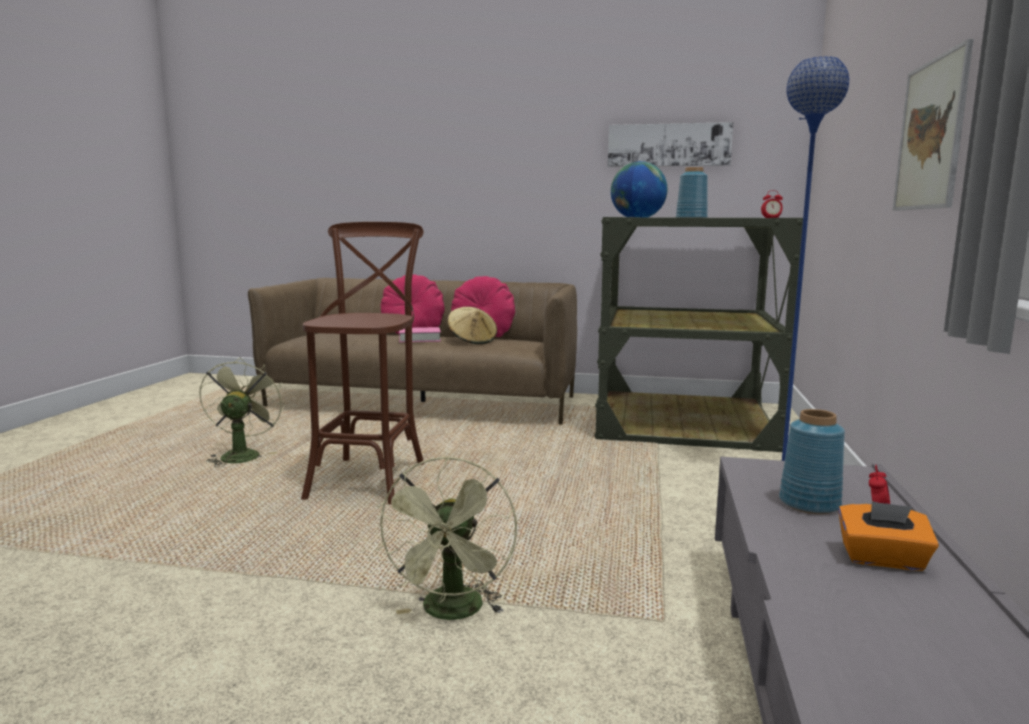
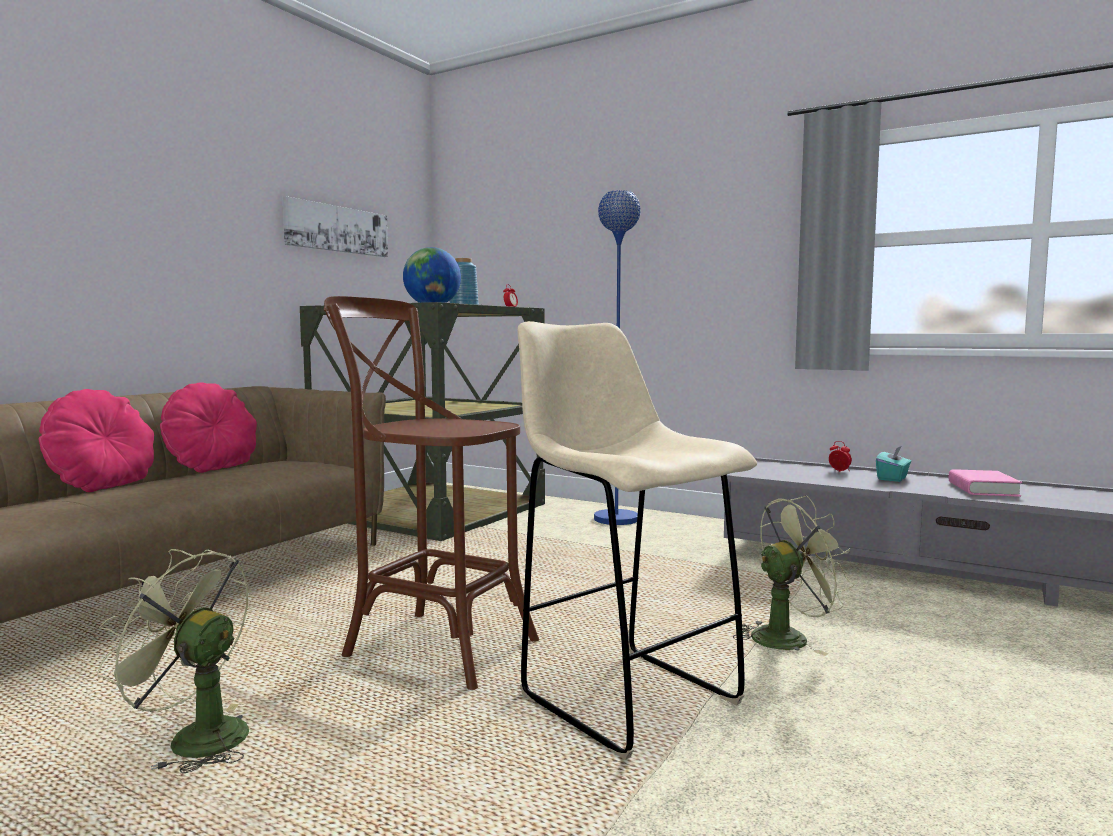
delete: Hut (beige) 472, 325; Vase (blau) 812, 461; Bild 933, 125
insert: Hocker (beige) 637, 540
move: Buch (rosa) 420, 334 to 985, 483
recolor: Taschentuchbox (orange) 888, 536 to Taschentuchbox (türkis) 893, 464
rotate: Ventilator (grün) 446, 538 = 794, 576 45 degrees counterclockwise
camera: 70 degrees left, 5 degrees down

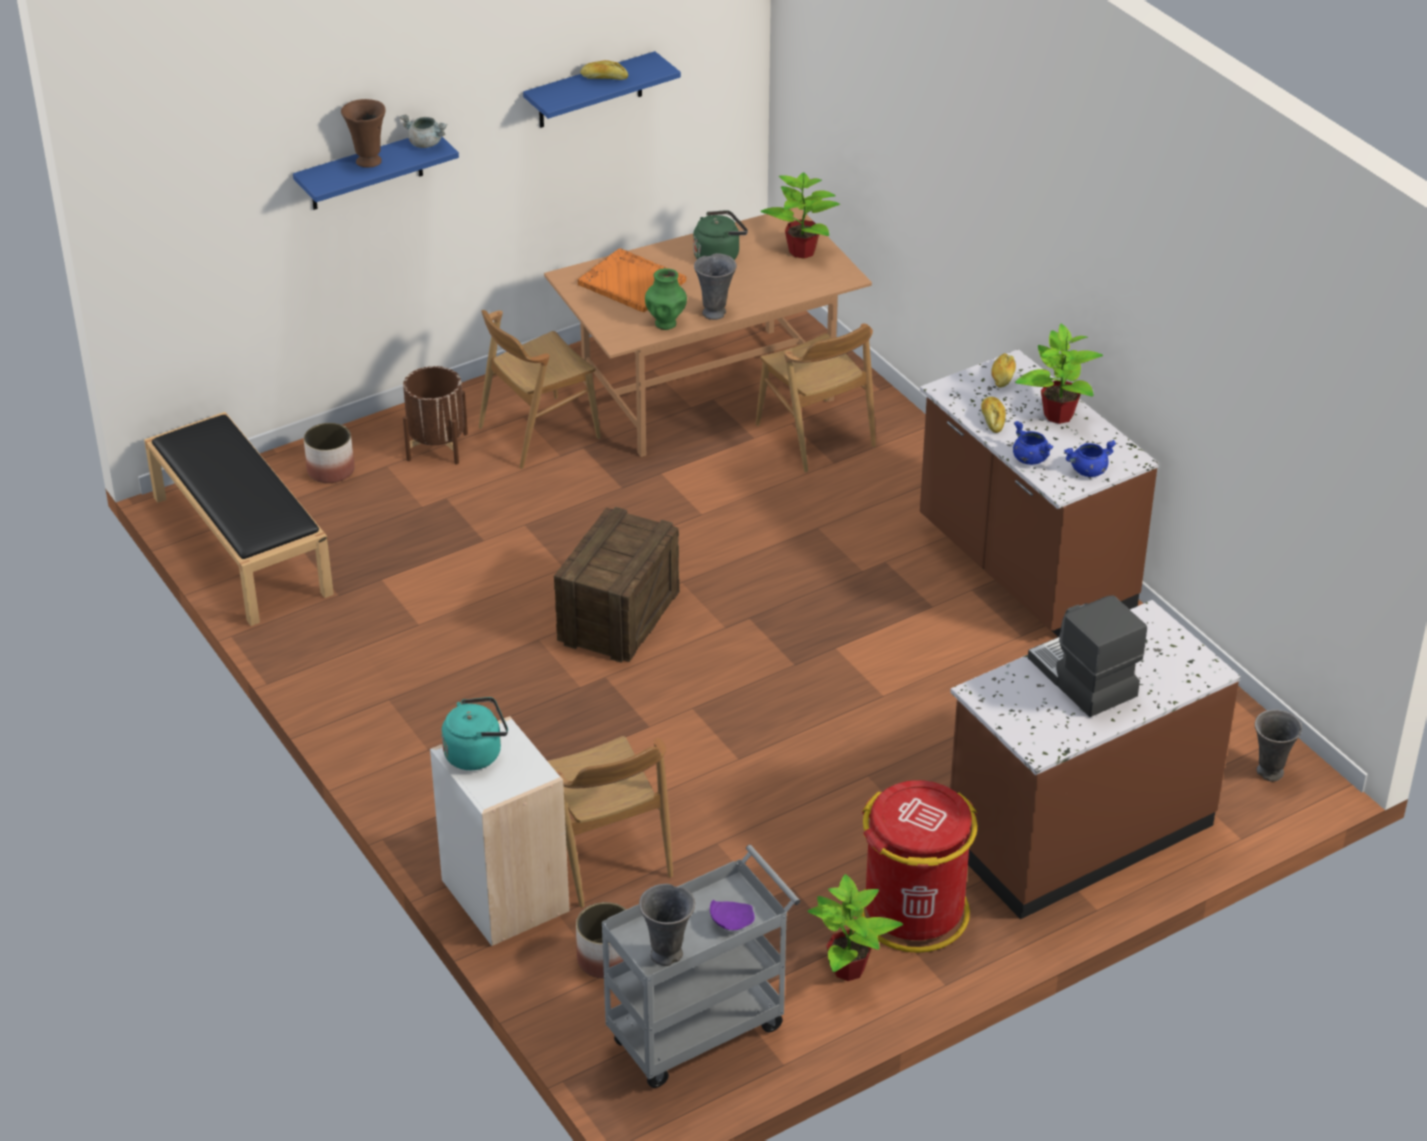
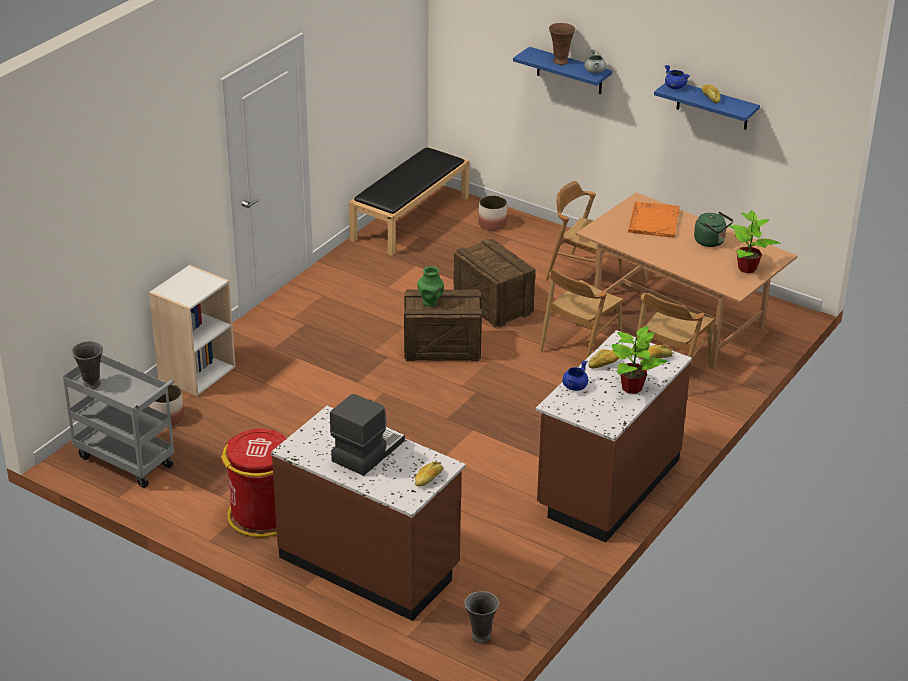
delete: Pflanzkübel (braun) 435, 415; Wasserkessel (türkis) 474, 733; Vase (grau) 715, 286; Teller (lila) 732, 915; Topfpflanze 855, 927
insert: Brot 429, 474; Kiste 495, 282
move: Stuhl (braun) 610, 821 to 581, 314; Vase (grün) 666, 299 to 430, 286; Kochtopf (blau) 1090, 458 to 677, 77
camera: 65 degrees right, 5 degrees down

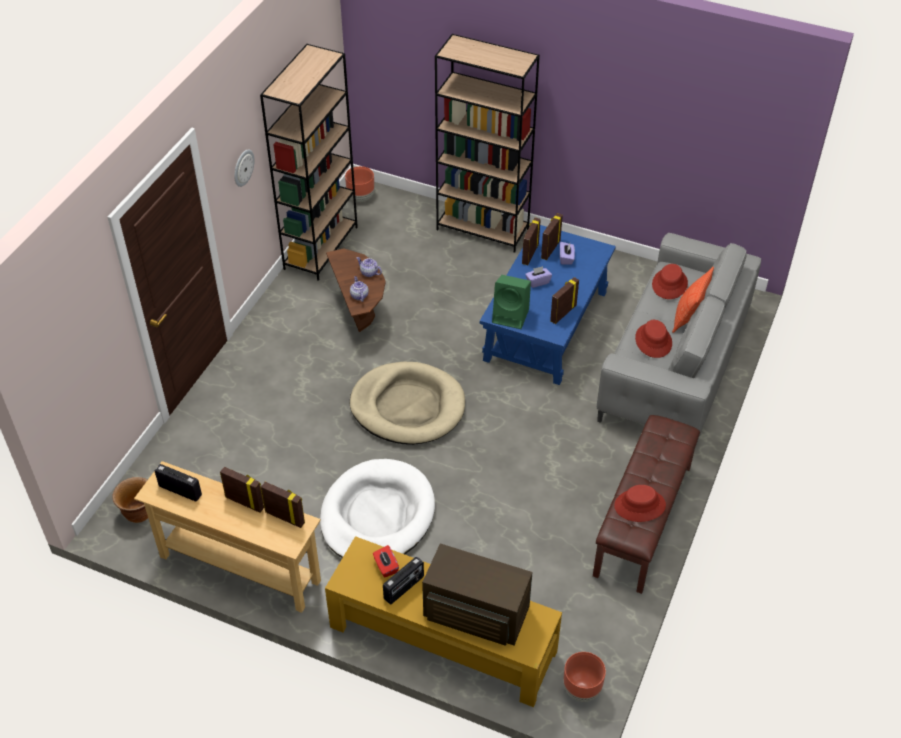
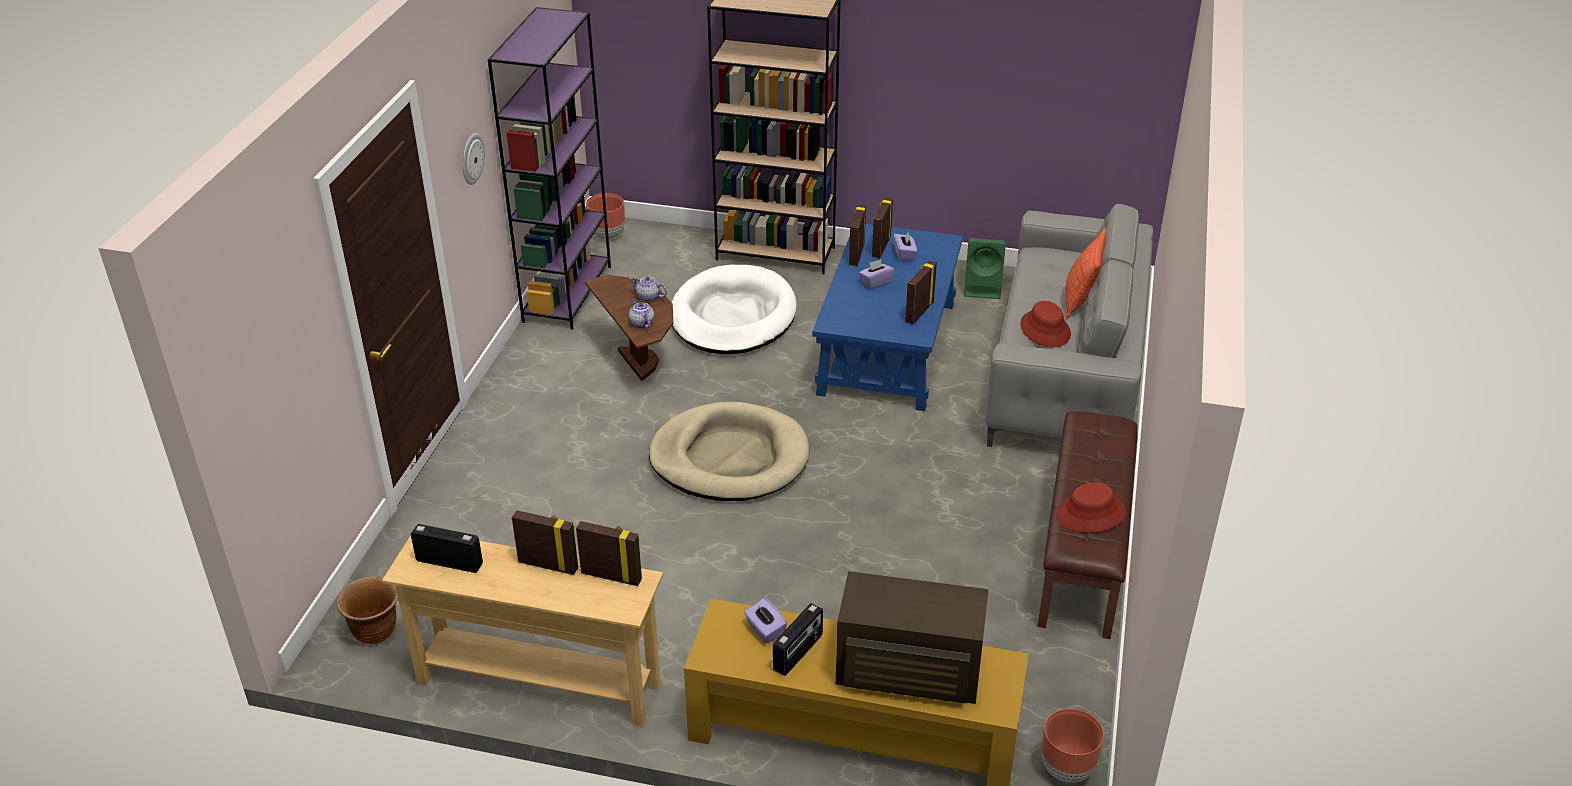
delete: Hut (rot) 670, 281
move: Hundebett (weiß) 377, 508 to 734, 309; Lautsprecher (grün) 511, 302 to 985, 268
recolor: Bücherregal (beige) 309, 162 to Bücherregal (lila) 549, 168; Taschentuchbox (rot) 386, 561 to Taschentuchbox (lila) 765, 620
camera: 10 degrees left, 10 degrees down

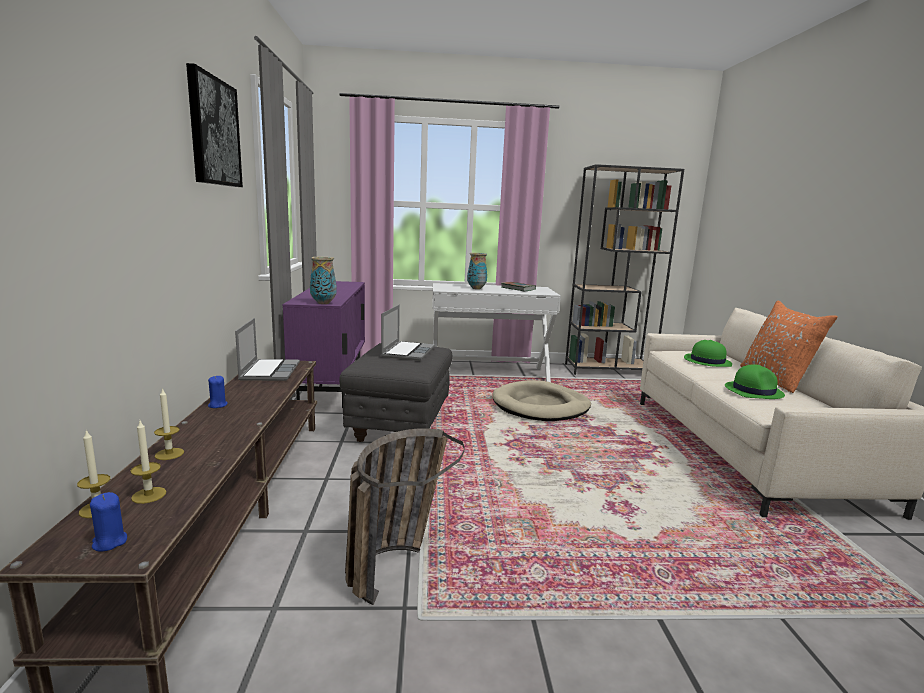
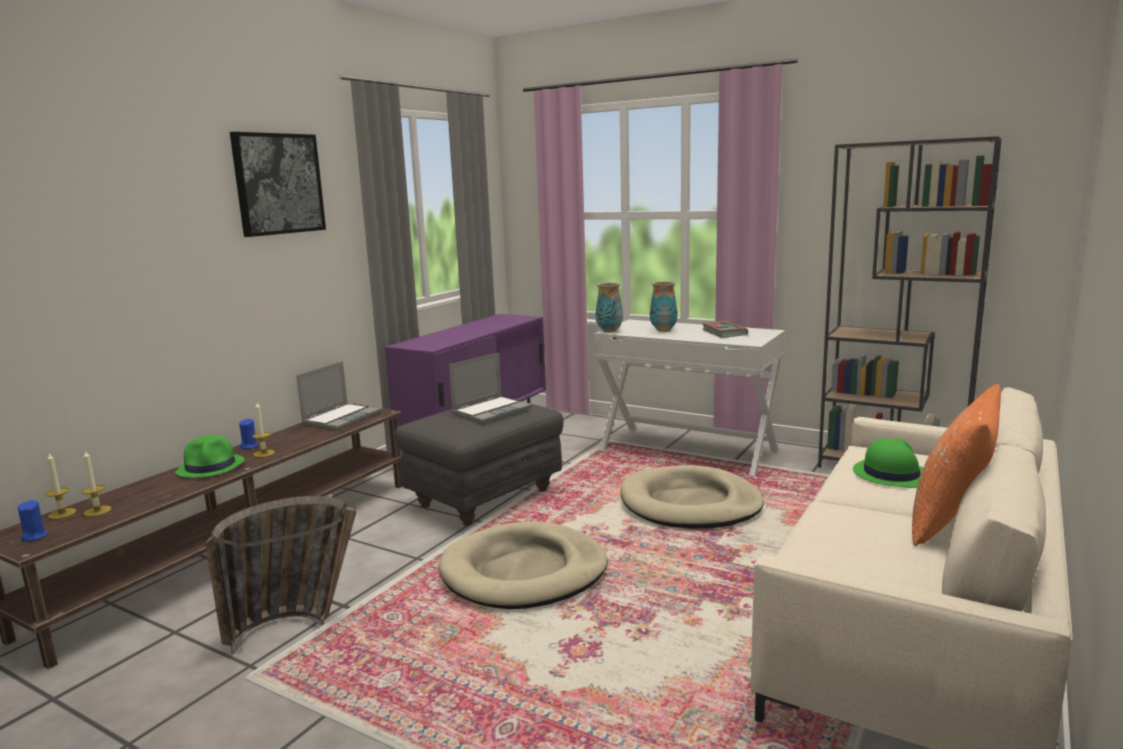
insert: Hundebett (beige) 523, 565
move: Kerze 169, 424 to 263, 430; Vase 323, 280 to 609, 307; Hut (grün) 755, 381 to 210, 456
camera: 35 degrees right, 0 degrees up

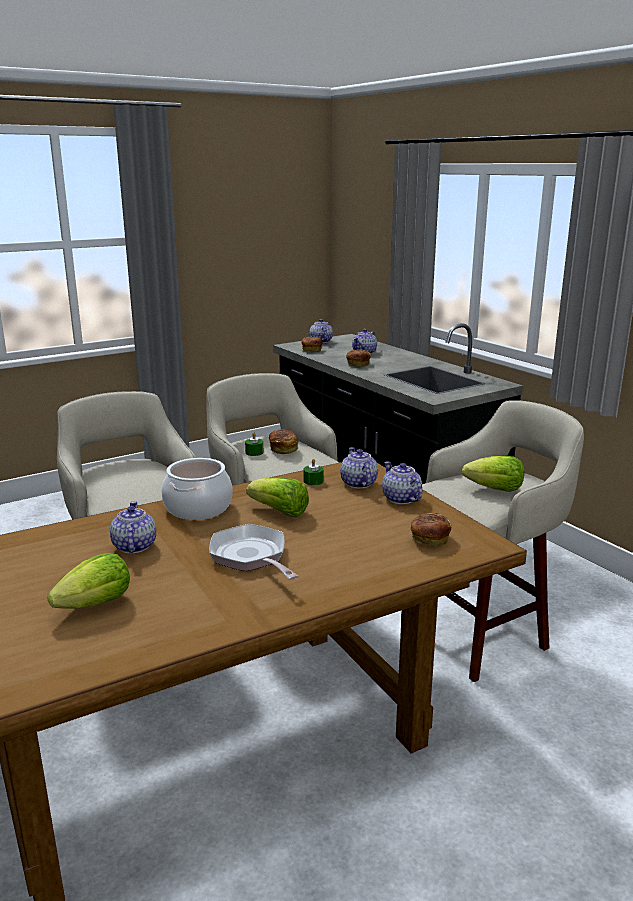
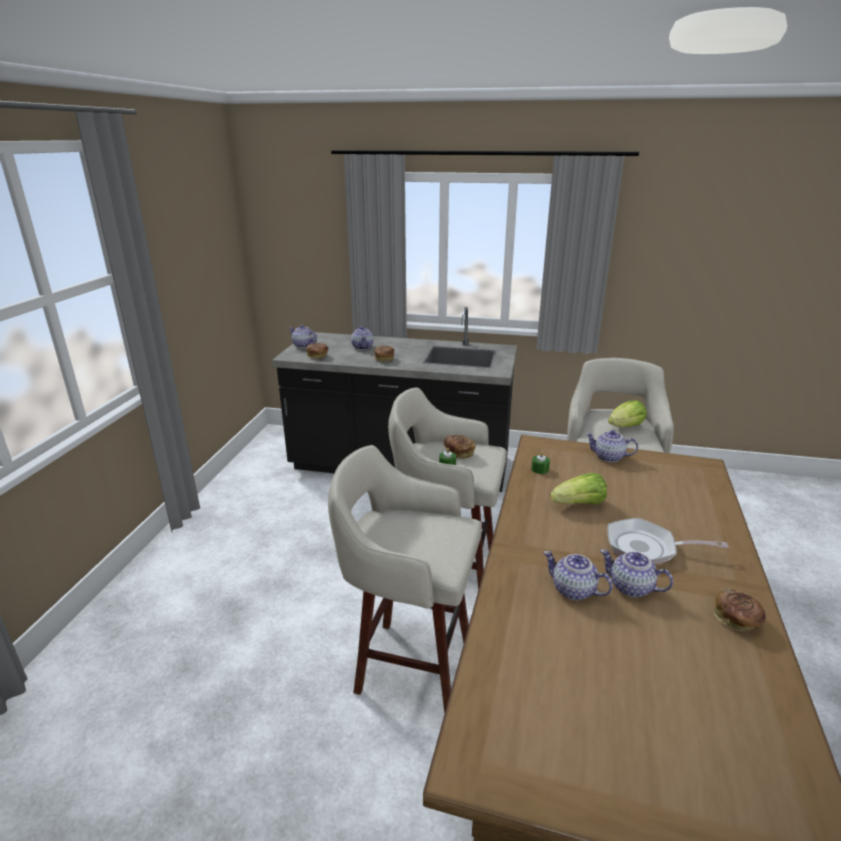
delete: Salatkopf 88, 581; Kochtopf 197, 489
move: Teekanne 359, 468 to 636, 573; Brot 431, 529 to 740, 610
camera: 45 degrees left, 5 degrees up

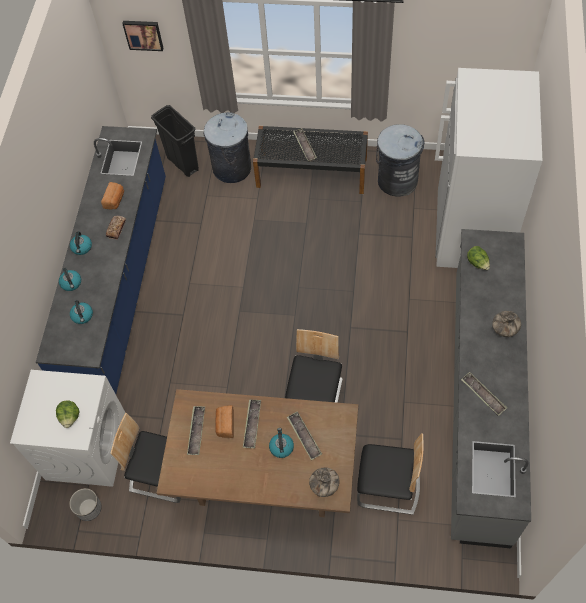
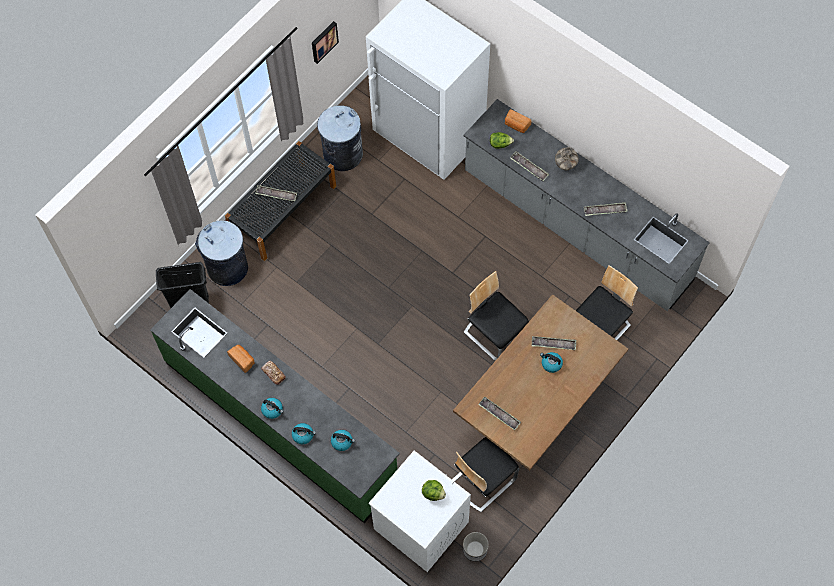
delete: Vase 324, 482
move: Bild 143, 36 to 325, 42; Brot 224, 421 to 518, 121; Tablett 252, 423 to 529, 166
recolor: Küchenzeile (blau) 101, 260 to Küchenzeile (grün) 275, 406
camera: 60 degrees left, 5 degrees up

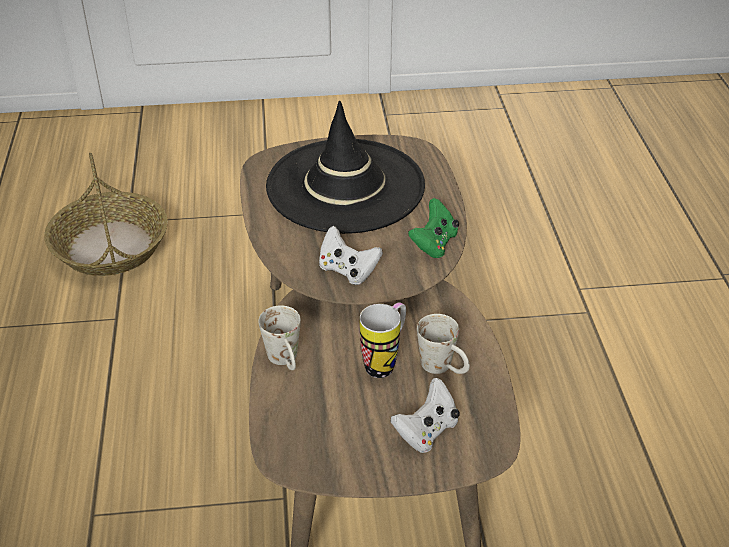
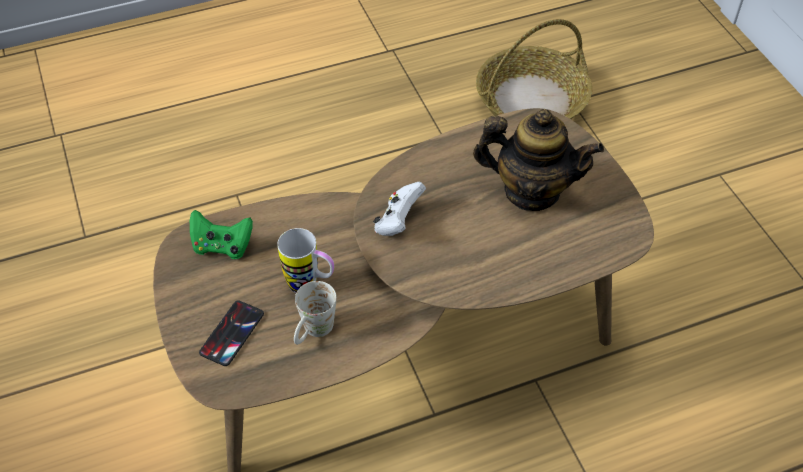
delete: Henkelbecher (weiß) 279, 337
move: Gamepad (grün) 433, 228 to 221, 234
replace: Hut (schwarz) 345, 167 to Teekanne 538, 160; Gamepad (weiß) 425, 415 to Handy 231, 333
camera: 75 degrees right, 10 degrees up

